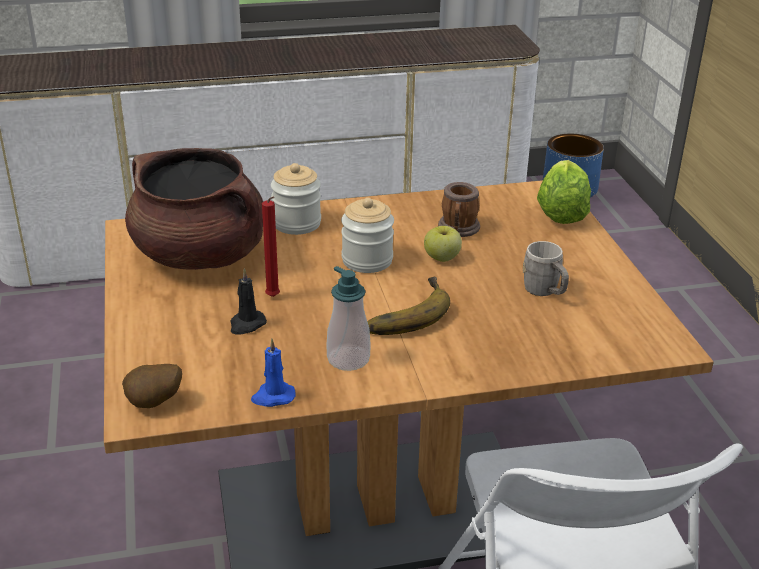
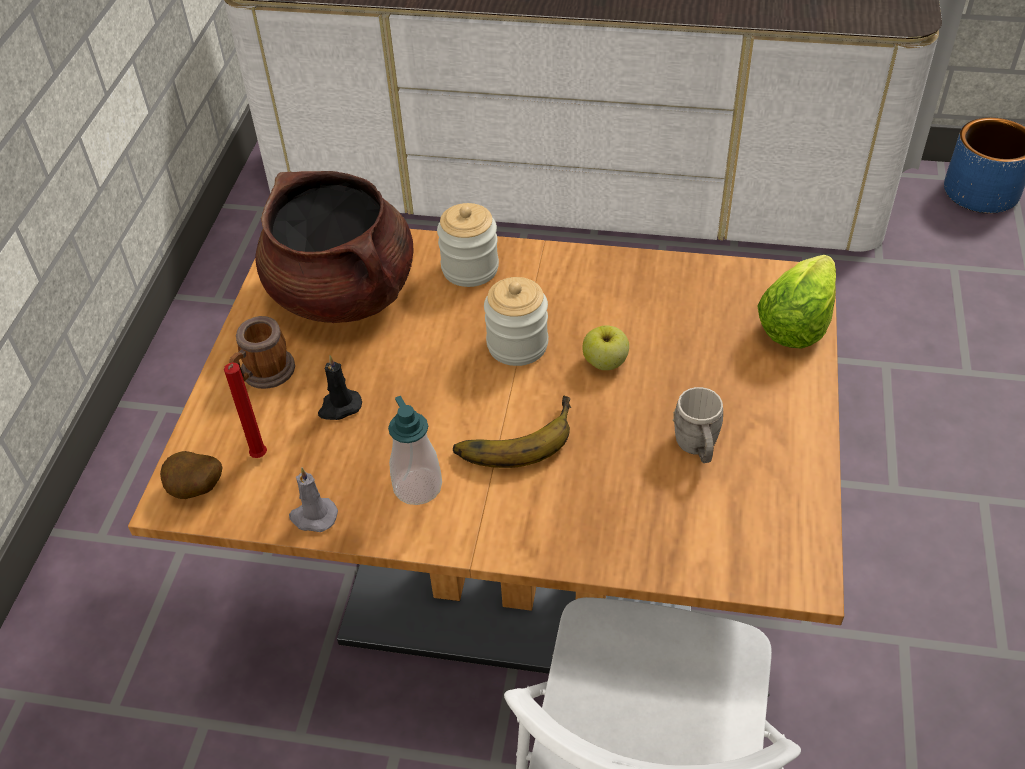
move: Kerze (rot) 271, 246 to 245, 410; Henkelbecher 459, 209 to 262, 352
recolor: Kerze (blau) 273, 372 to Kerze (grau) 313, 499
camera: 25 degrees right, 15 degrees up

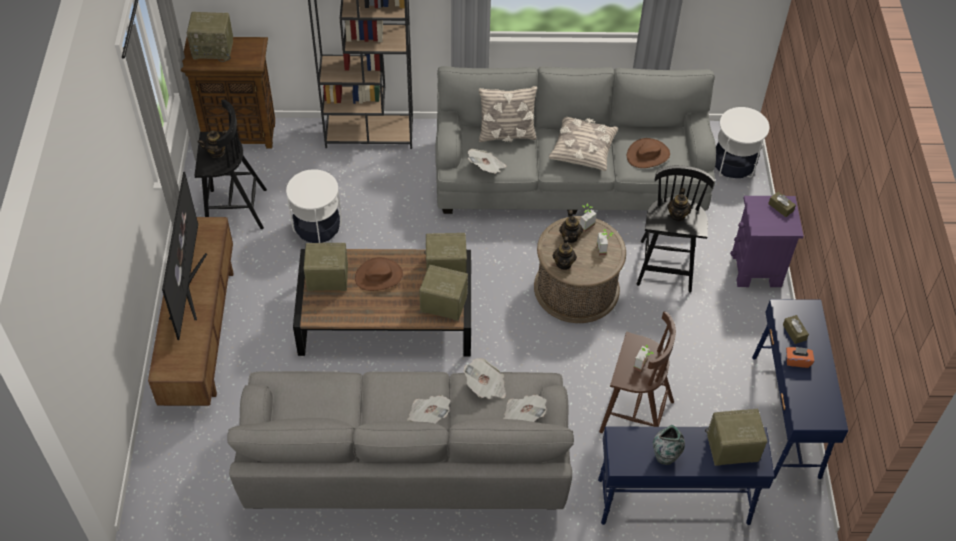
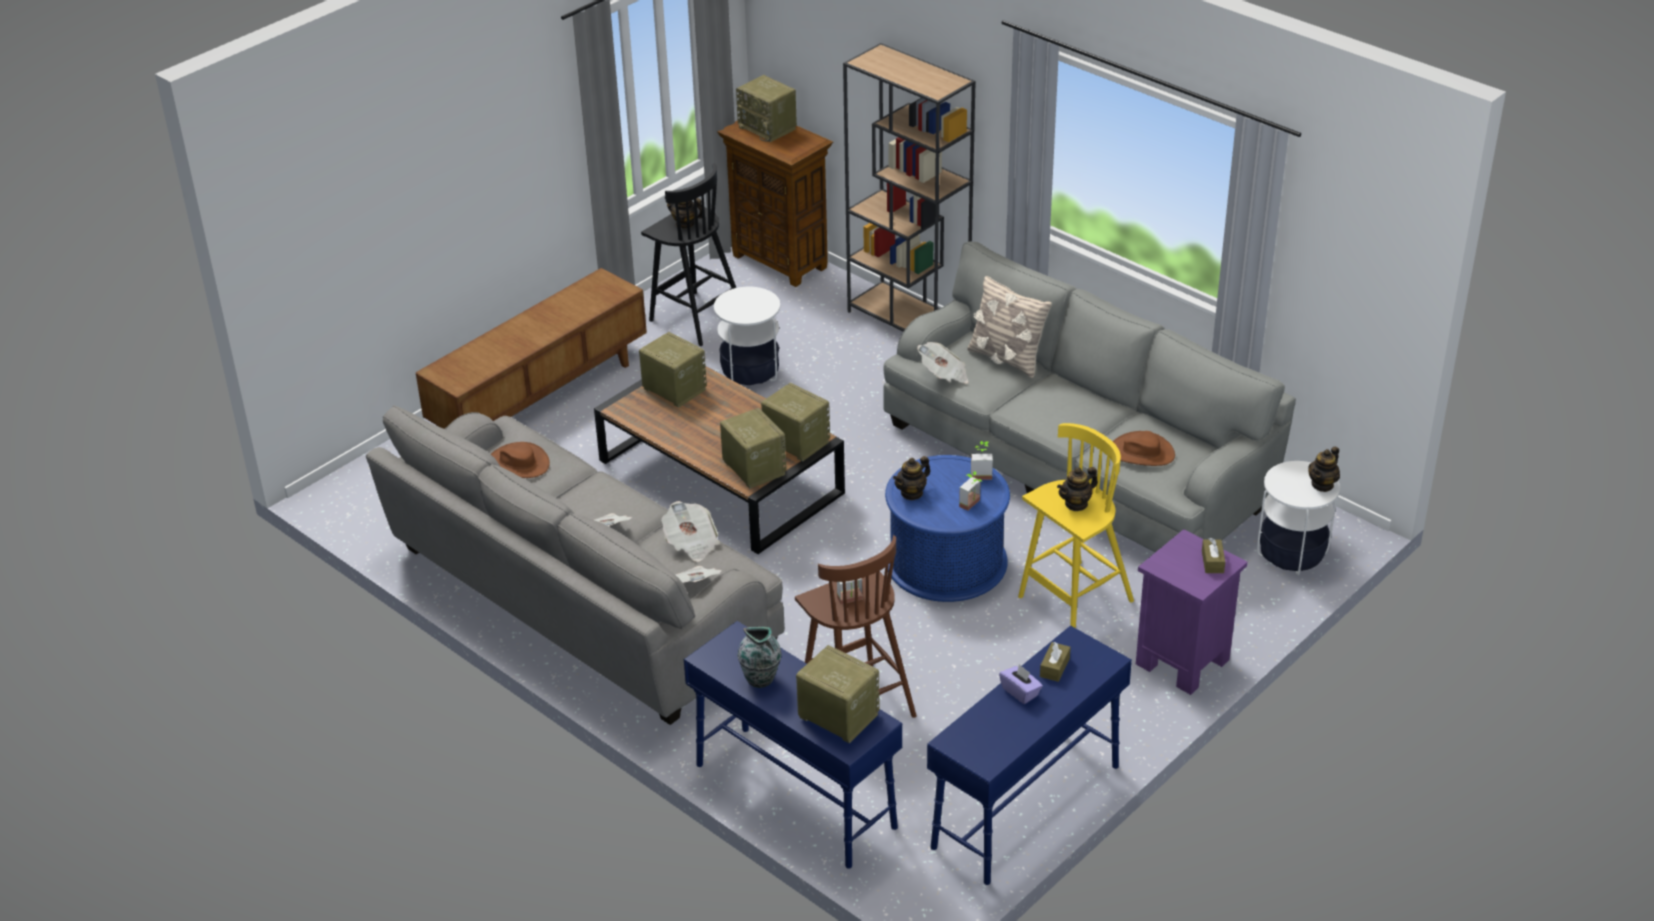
delete: Fernseher 184, 256; Kissen (beige) 583, 144
move: Hut (braun) 379, 274 to 520, 460; Teekanne 571, 226 to 1324, 469
recolor: Couchtisch (braun) 580, 269 to Couchtisch (blau) 947, 528; Hocker (schwarz) 675, 229 to Hocker (gelb) 1076, 525; Taschentuchbox (orange) 800, 357 to Taschentuchbox (lila) 1021, 684
camera: 45 degrees right, 15 degrees down

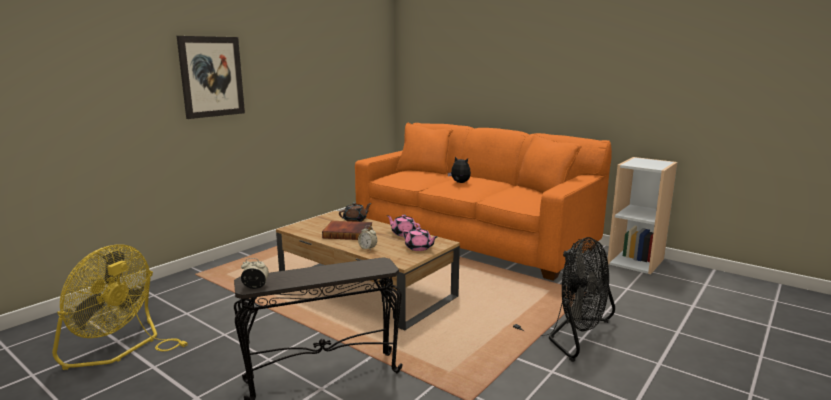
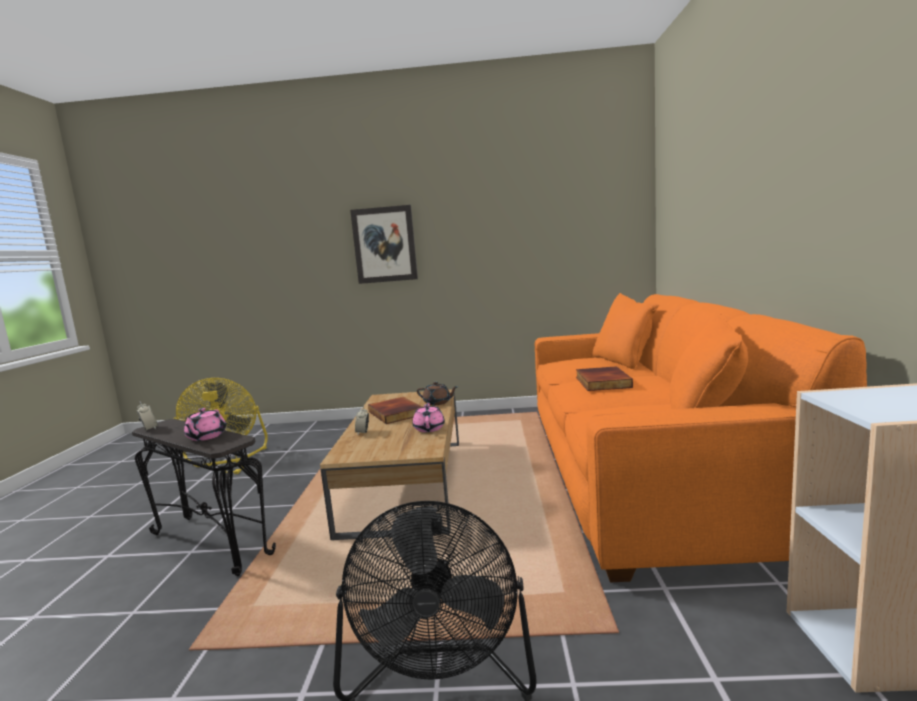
move: Teekanne (rosa) 420, 239 to 205, 424
replace: Plüschtier 459, 170 to Buch 604, 378
camera: 55 degrees right, 5 degrees down

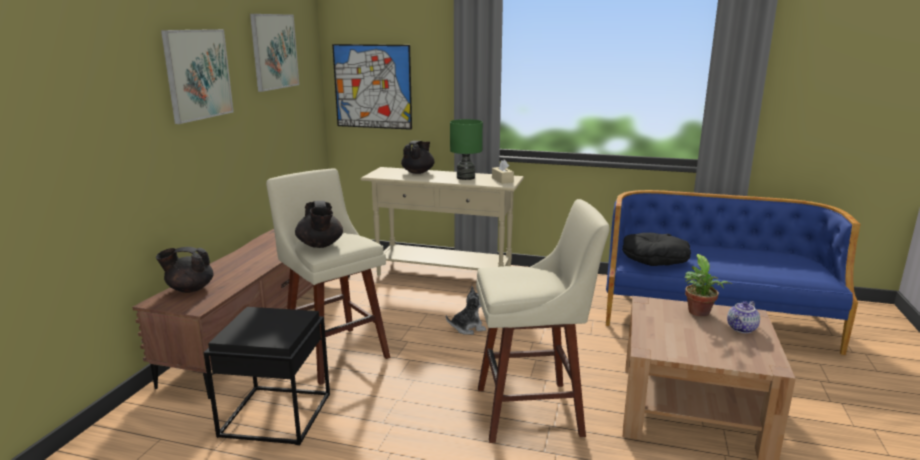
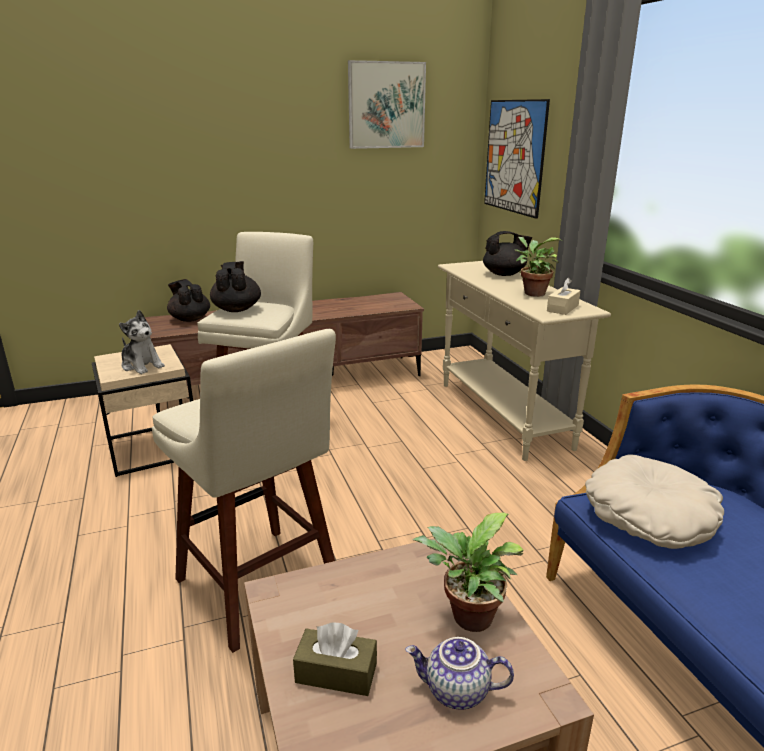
delete: Bild 197, 76
insert: Taschentuchbox (braun) 335, 659
move: Plüschtier 466, 310 to 142, 342
replace: Tischlampe (grün) 466, 149 to Topfpflanze 538, 267
recolor: Beistelltisch (schwarz) 267, 376 to Beistelltisch (beige) 142, 410; Kissen (schwarz) 656, 249 to Kissen (beige) 654, 501
rotate: Teekanne (schwarz) 319, 224 = 235, 286 135 degrees clockwise
camera: 55 degrees right, 5 degrees up

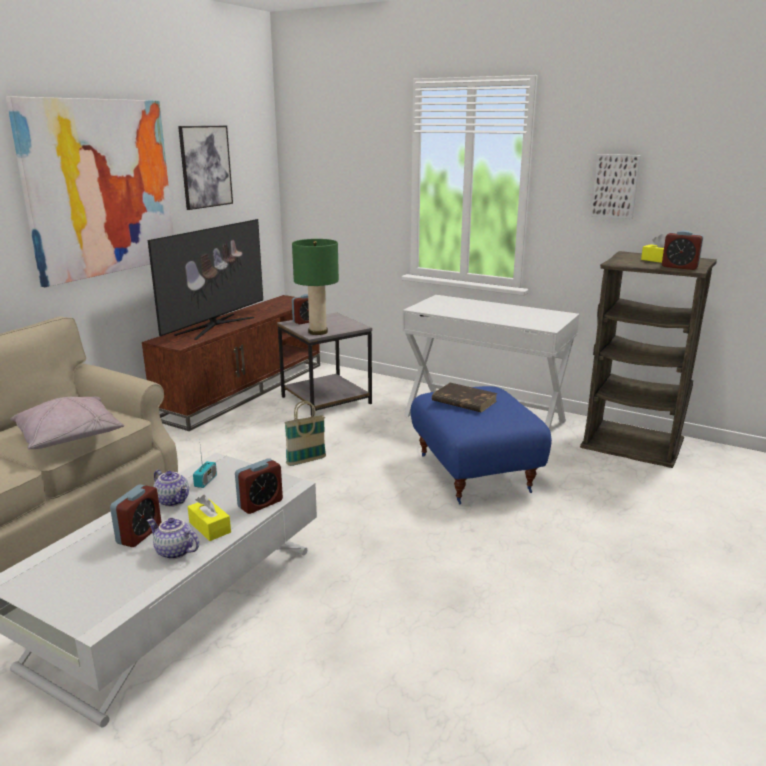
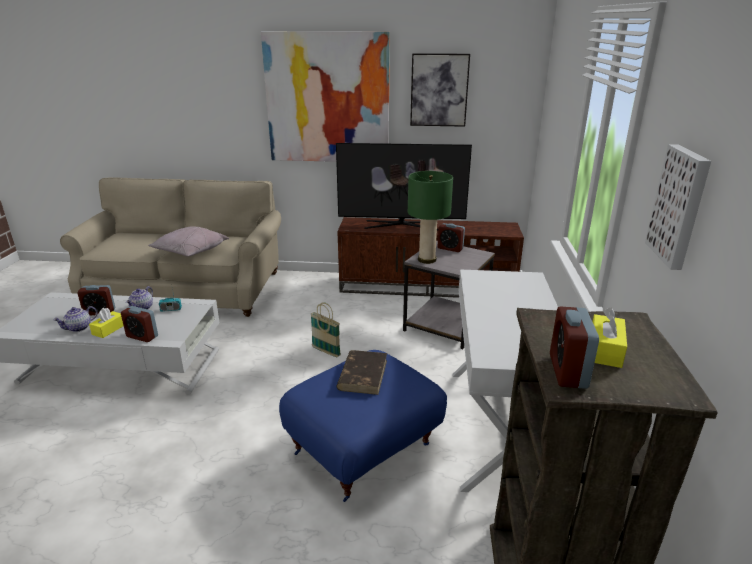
rotate: Teekanne 173, 538 = 75, 319 135 degrees counterclockwise
camera: 65 degrees right, 5 degrees up

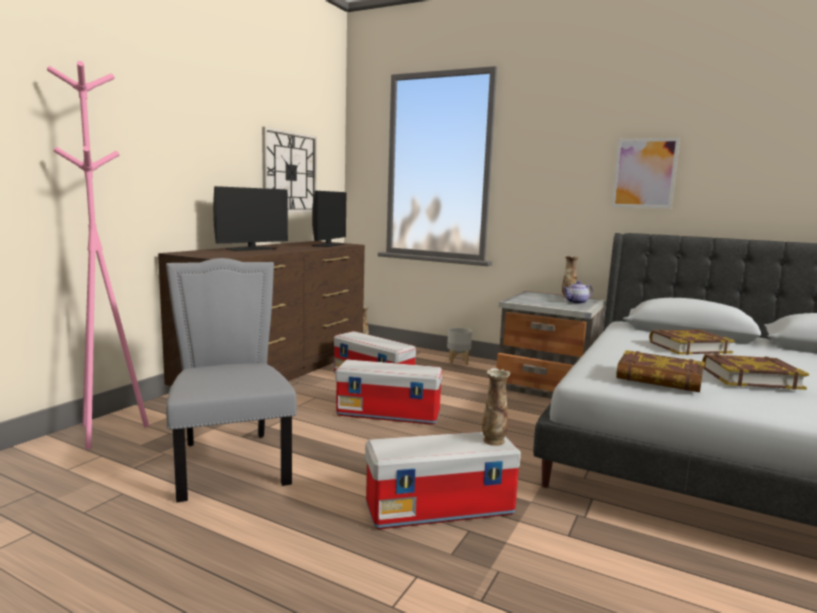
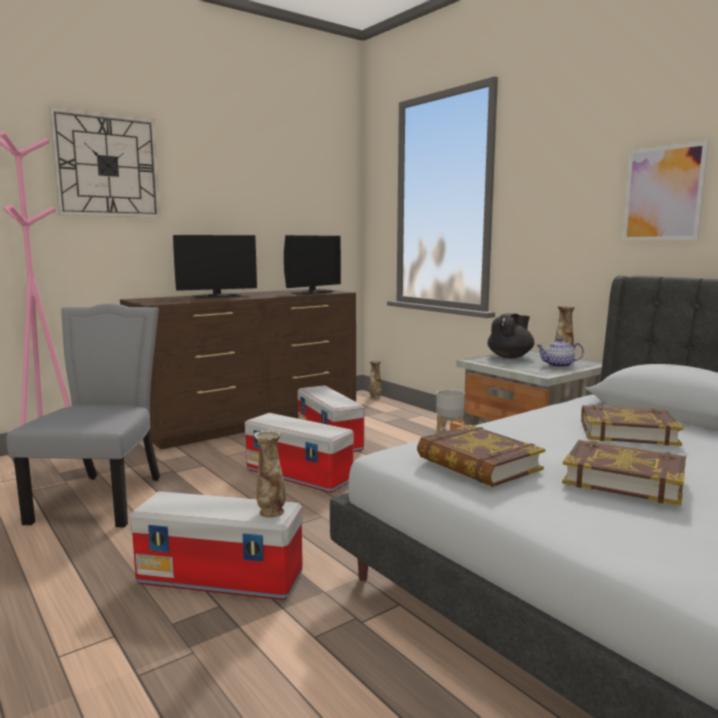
insert: Teekanne (schwarz) 511, 335
move: Wanduhr 289, 170 to 105, 162
camera: 25 degrees right, 0 degrees up

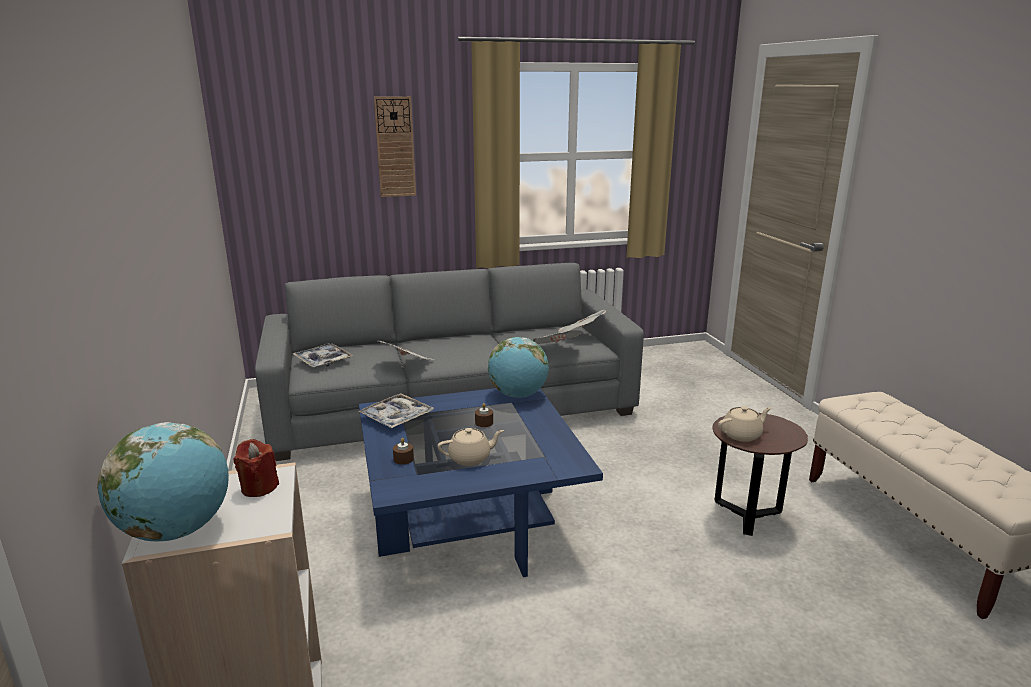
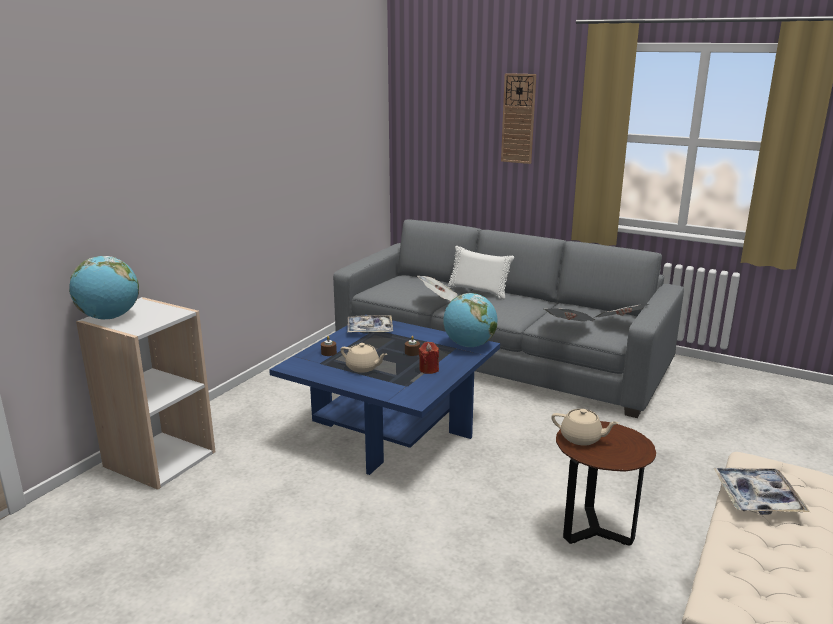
insert: Kissen (weiß) 480, 272
move: Kerze (rot) 256, 468 to 429, 358; Tablett 323, 355 to 761, 491
camera: 45 degrees right, 0 degrees up

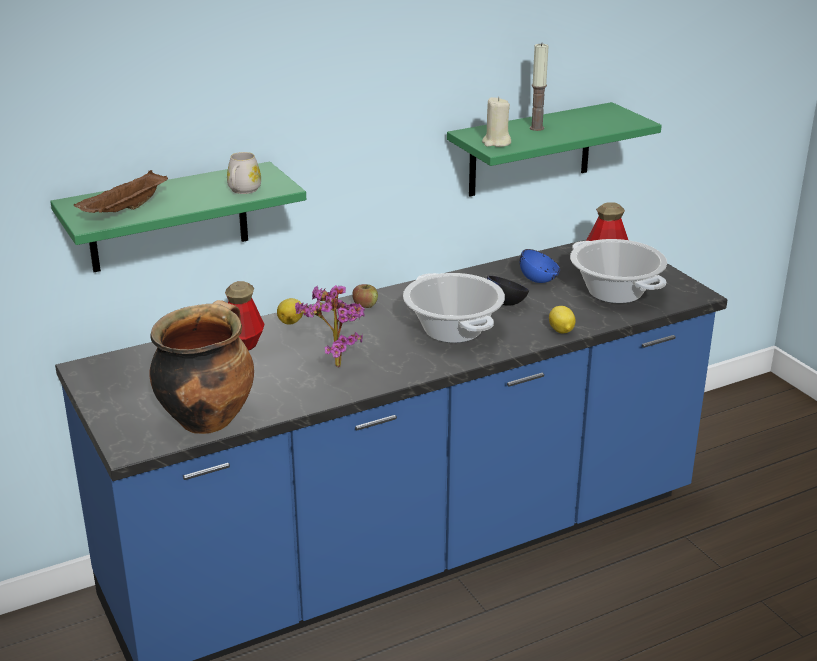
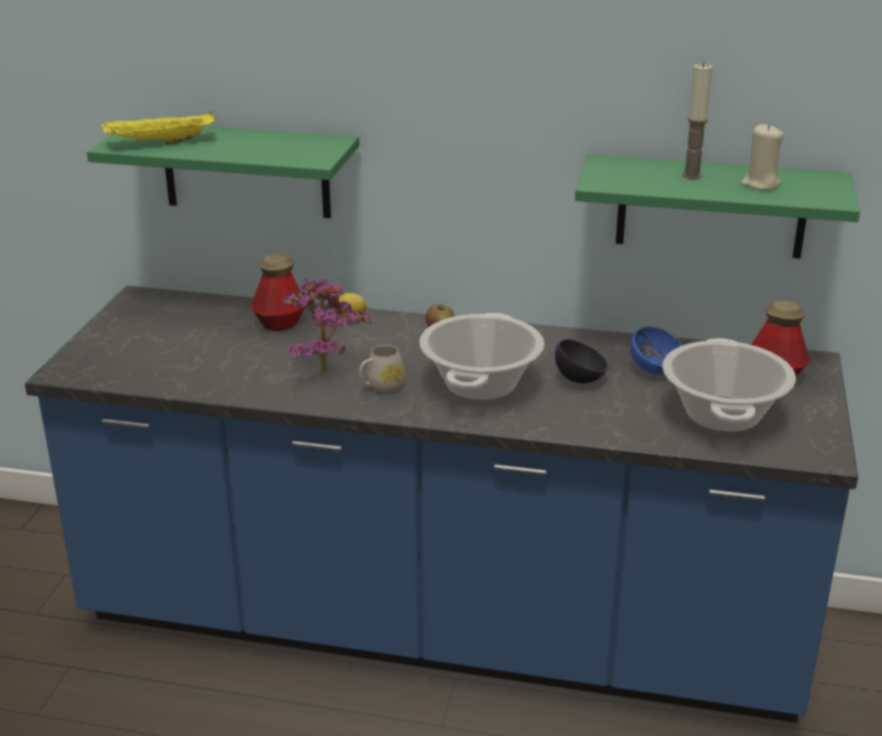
delete: Kochtopf 201, 367; Zitrone 562, 320
move: Henkelbecher (weiß) 244, 173 to 382, 369; Kerze (beige) 496, 121 to 762, 157
recolor: Tablett (braun) 121, 191 to Tablett (gelb) 158, 128
camera: 40 degrees right, 0 degrees up

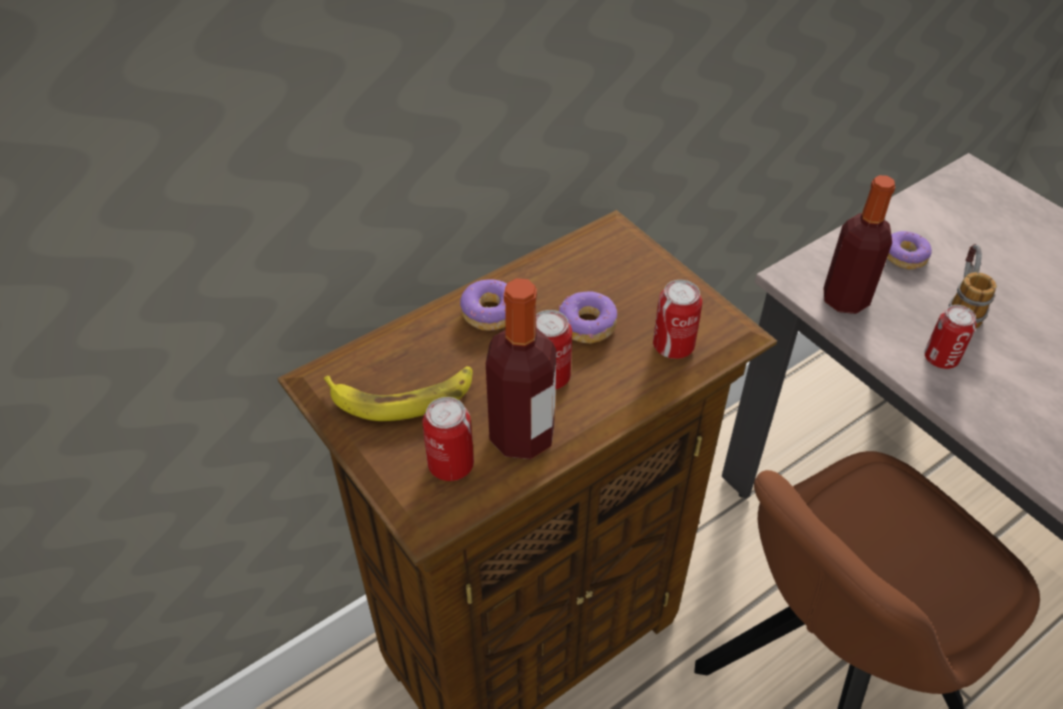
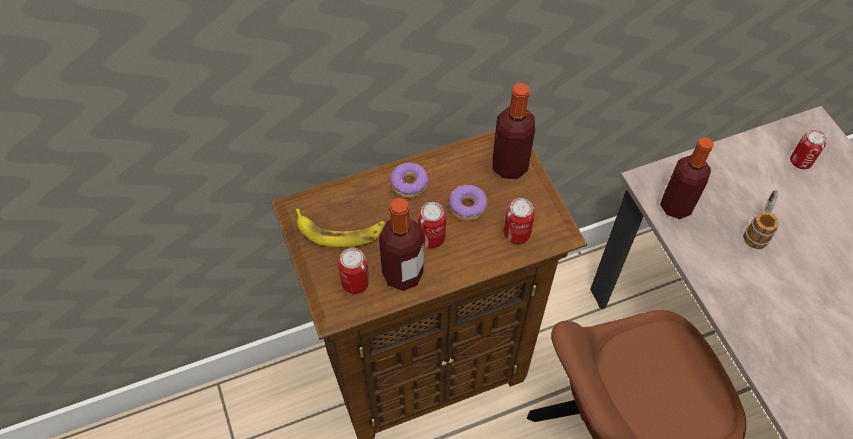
delete: Donut 909, 250
insert: Flasche 514, 131
move: Dose 950, 337 to 808, 149
camera: 15 degrees right, 10 degrees up

